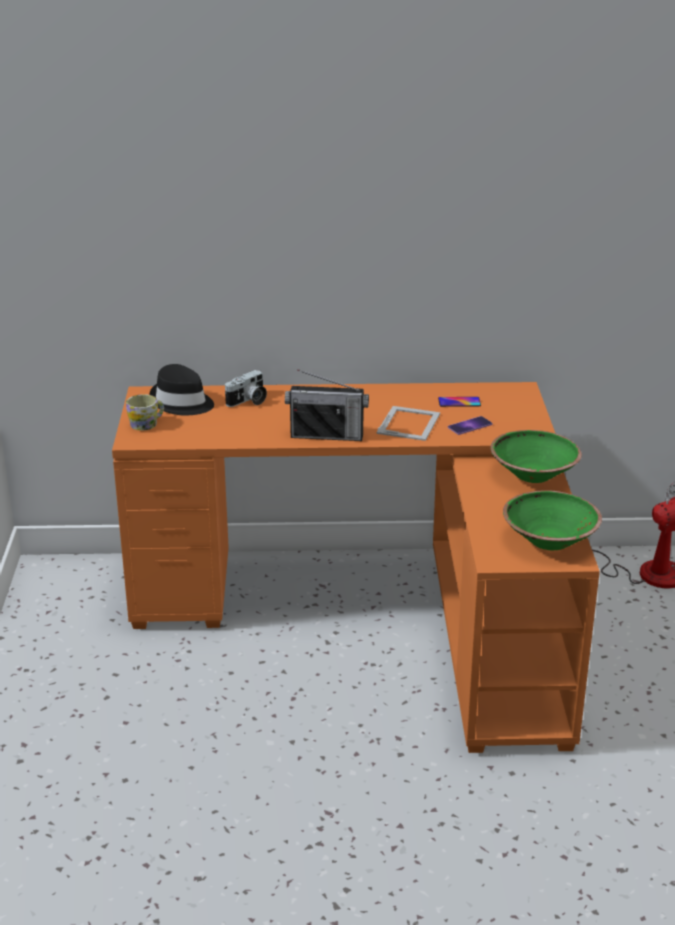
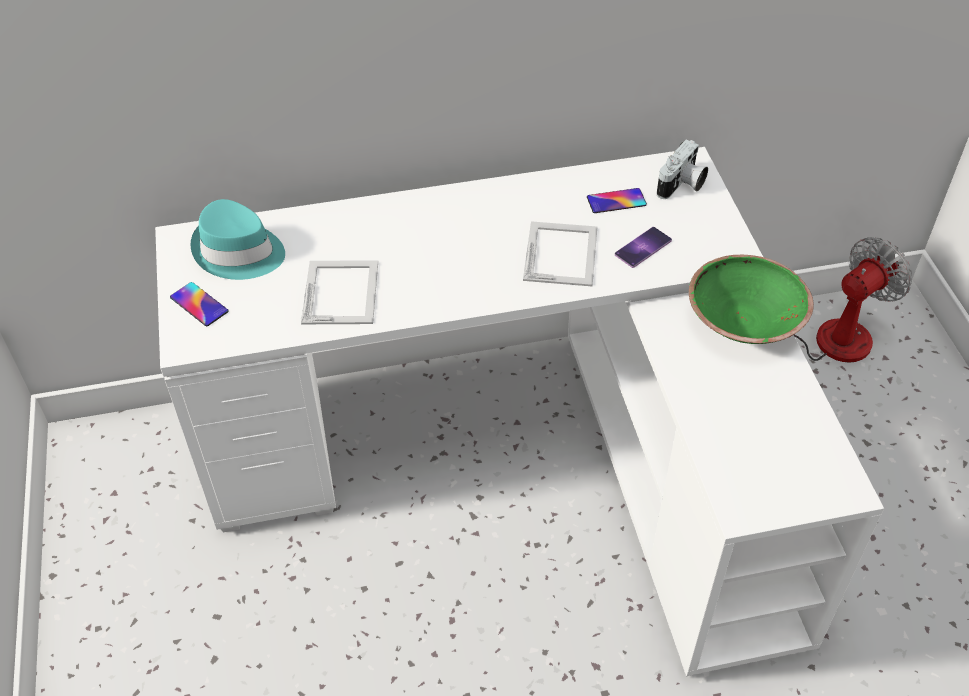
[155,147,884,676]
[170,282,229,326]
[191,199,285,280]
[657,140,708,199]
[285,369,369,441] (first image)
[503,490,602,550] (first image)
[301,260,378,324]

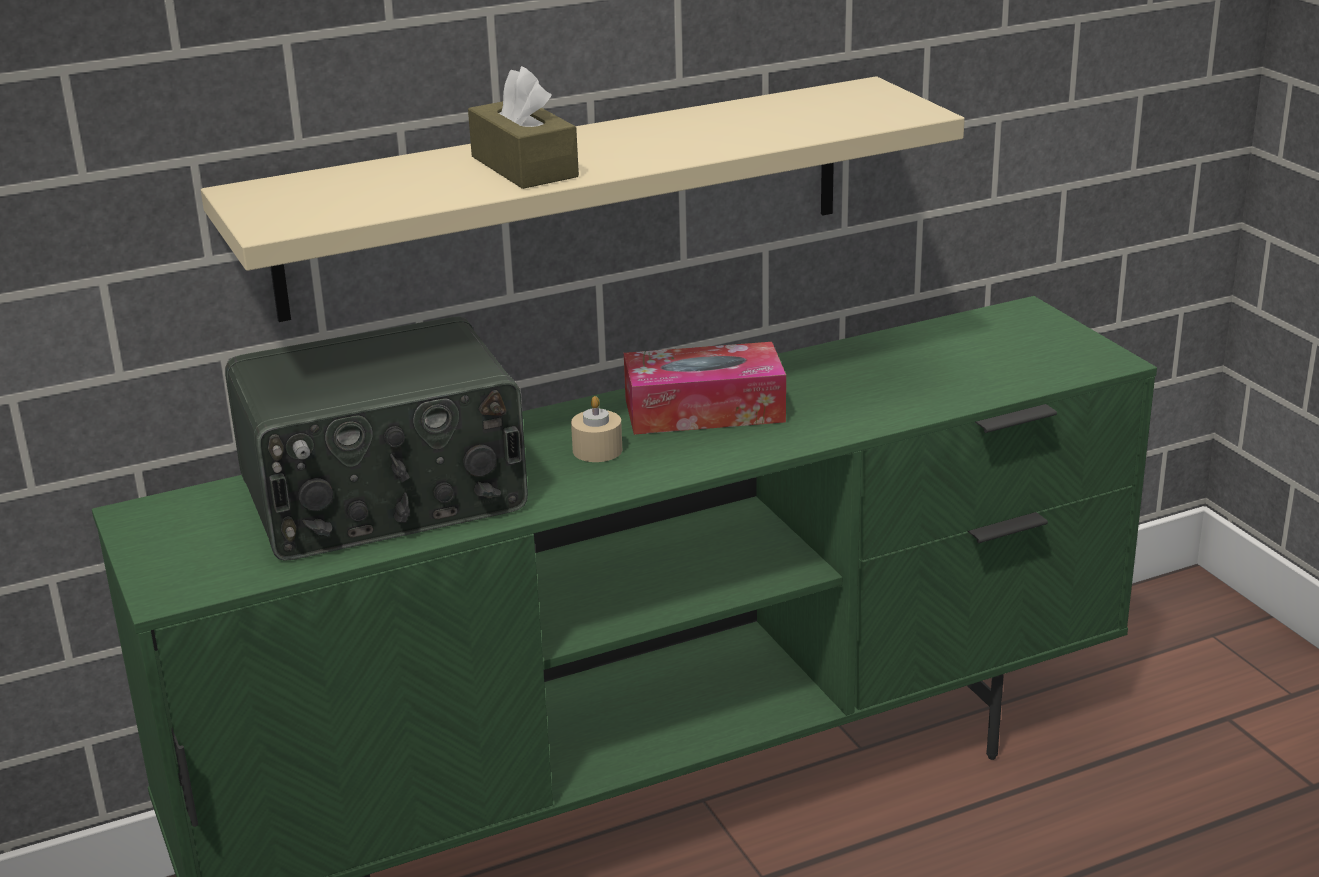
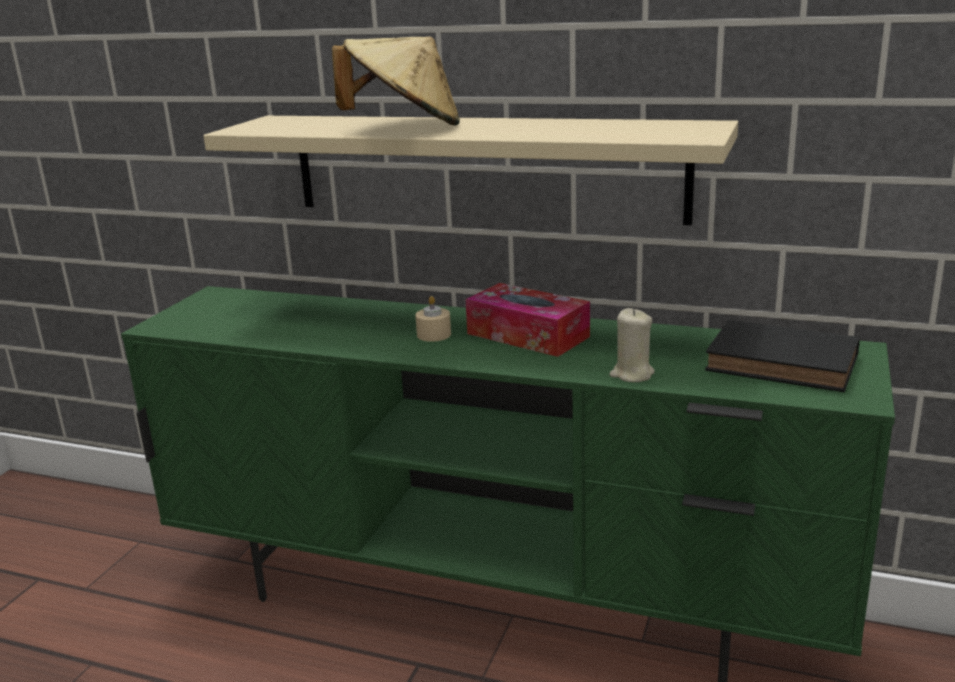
[225,316,528,561] (first image)
[332,36,460,125]
[609,308,655,382]
[705,320,860,392]

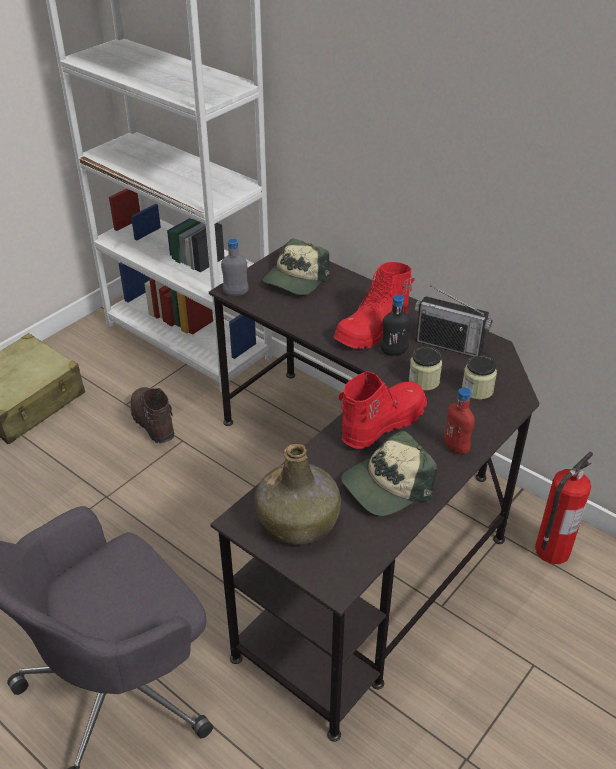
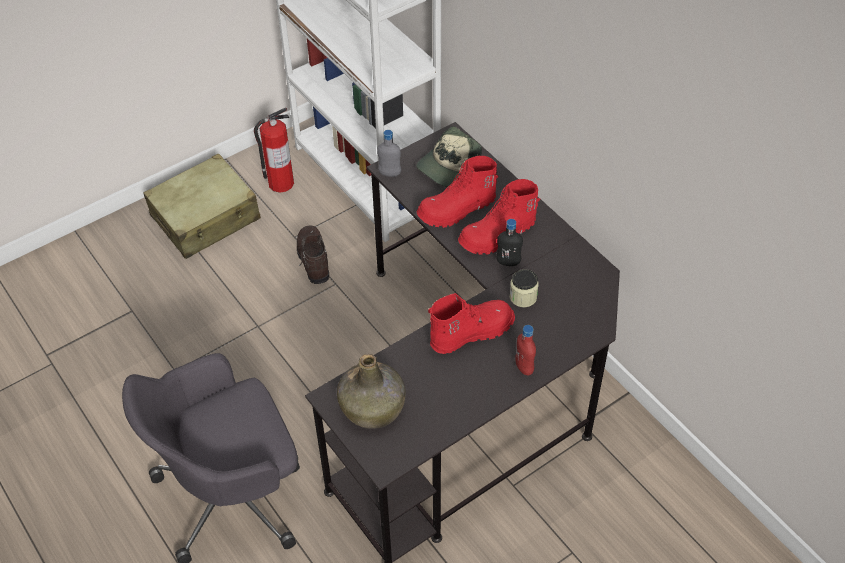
[341,430,437,516] (first image)
[415,285,492,357] (first image)
[462,355,497,400] (first image)
[254,108,294,193]
[416,156,498,228]

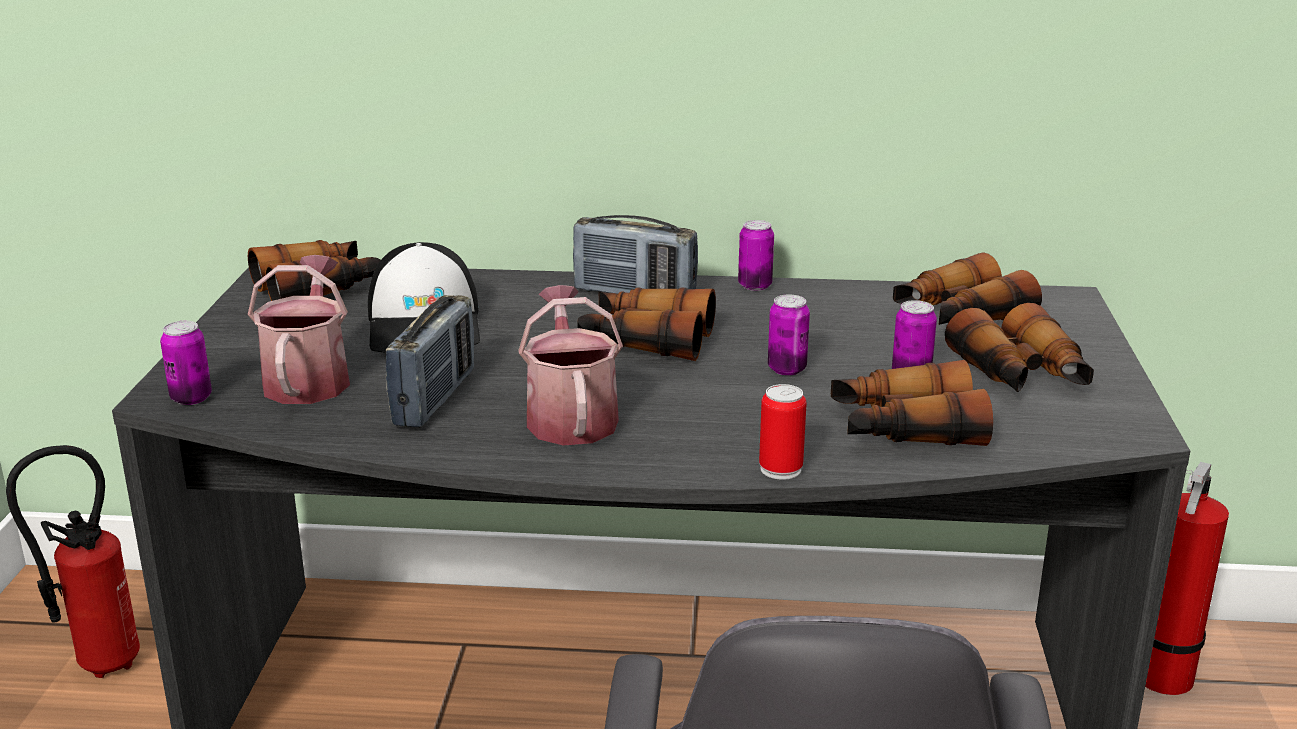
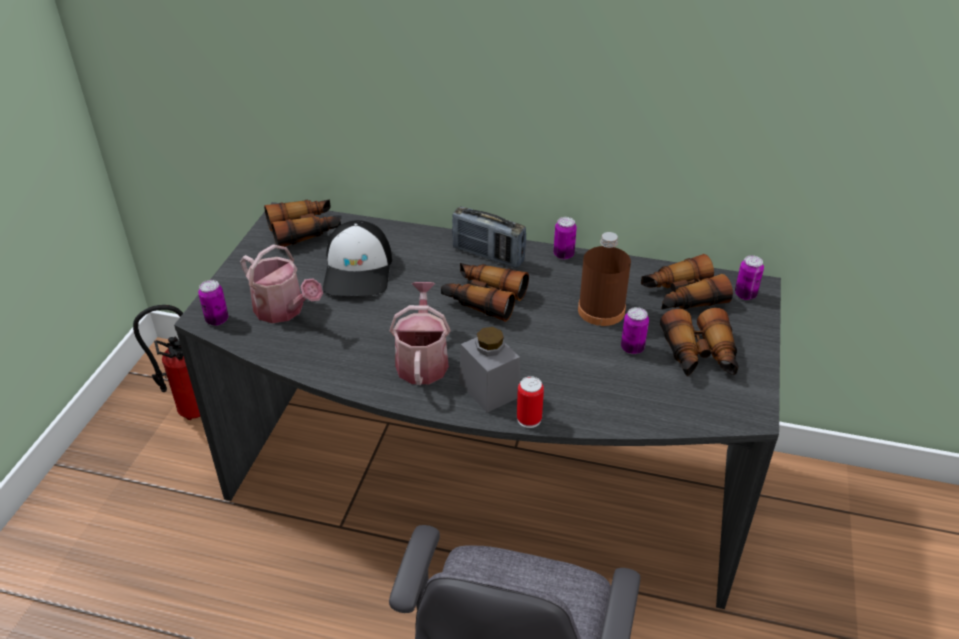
[240,244,323,323]
[386,295,474,427] (first image)
[735,255,764,300]
[831,360,993,446] (first image)
[1145,462,1229,695] (first image)
[459,327,520,413]
[578,232,631,326]

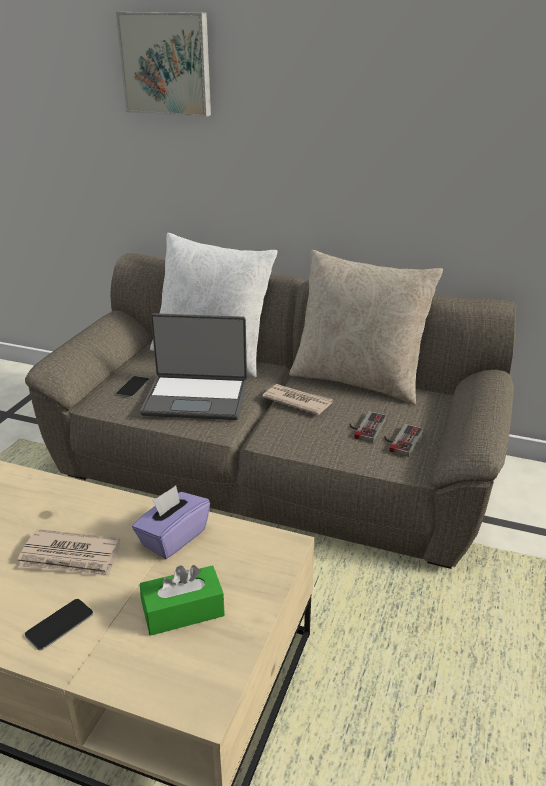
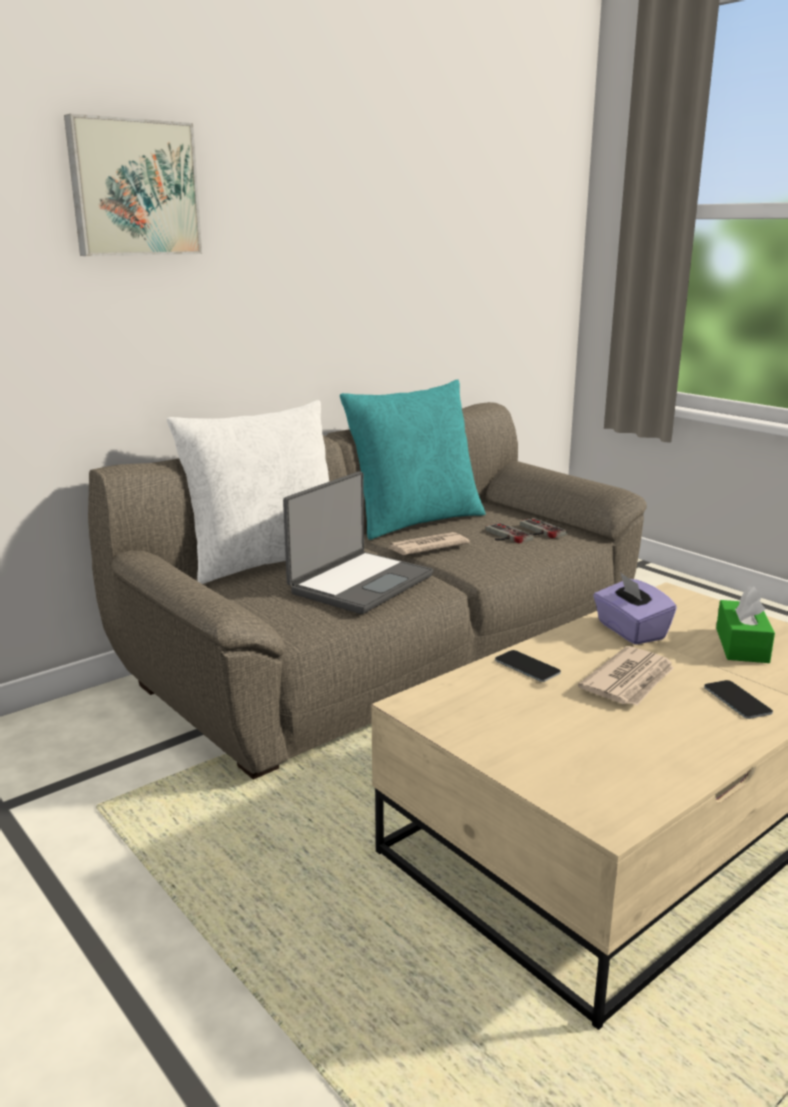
[495,650,561,682]
[340,380,486,540]

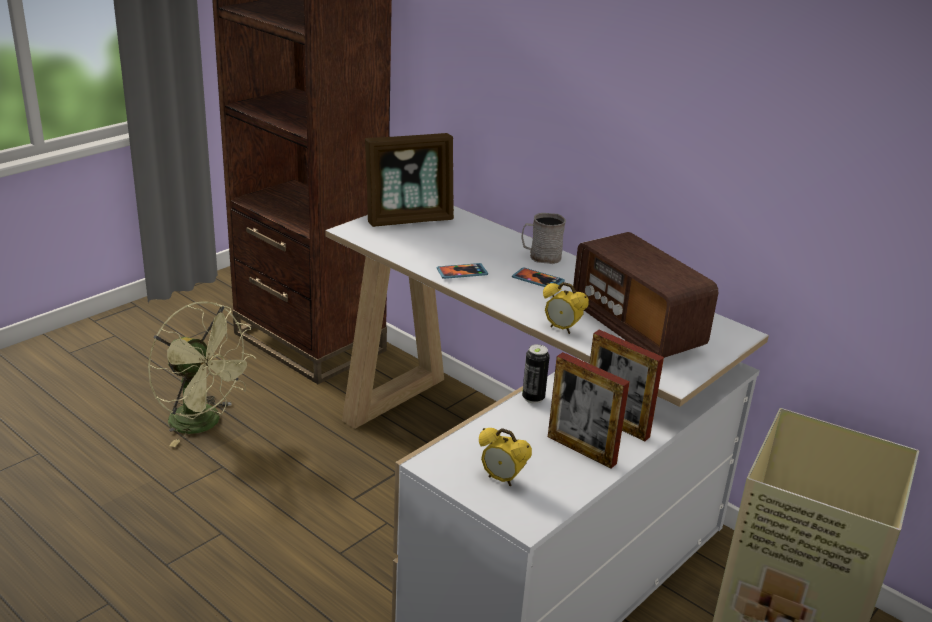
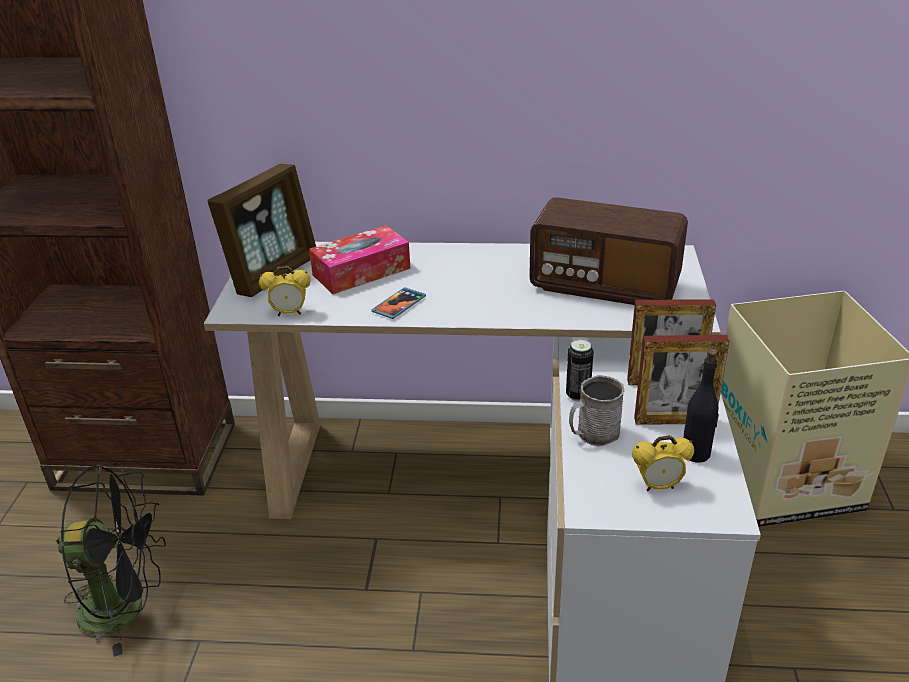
[55,463,166,657]
[512,267,565,287] (first image)
[569,375,624,446]
[259,266,311,316]
[309,225,411,294]
[683,349,719,463]

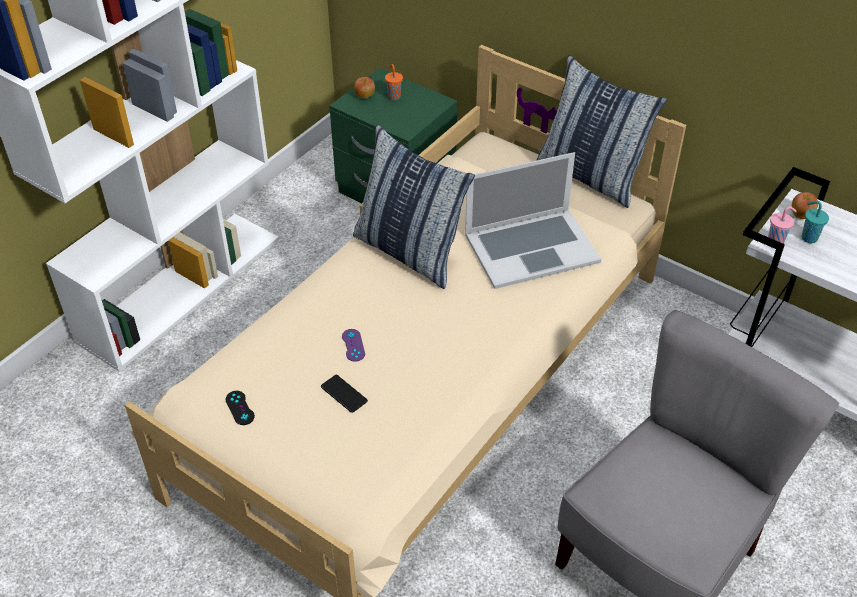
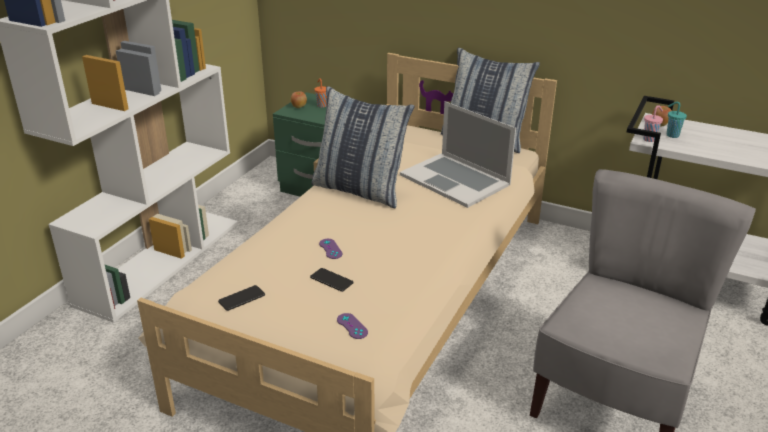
[218,285,265,311]
[400,101,516,208]
[337,313,368,339]

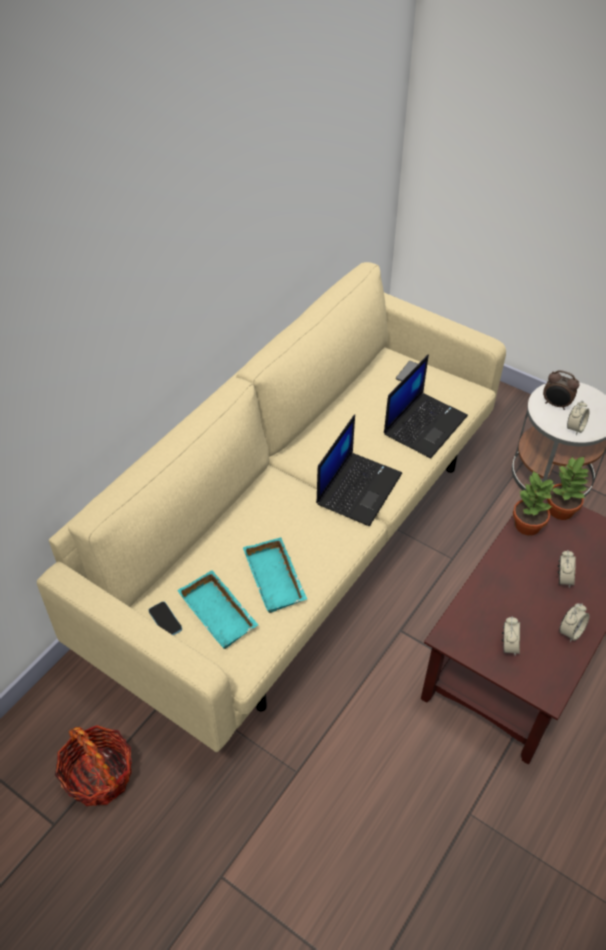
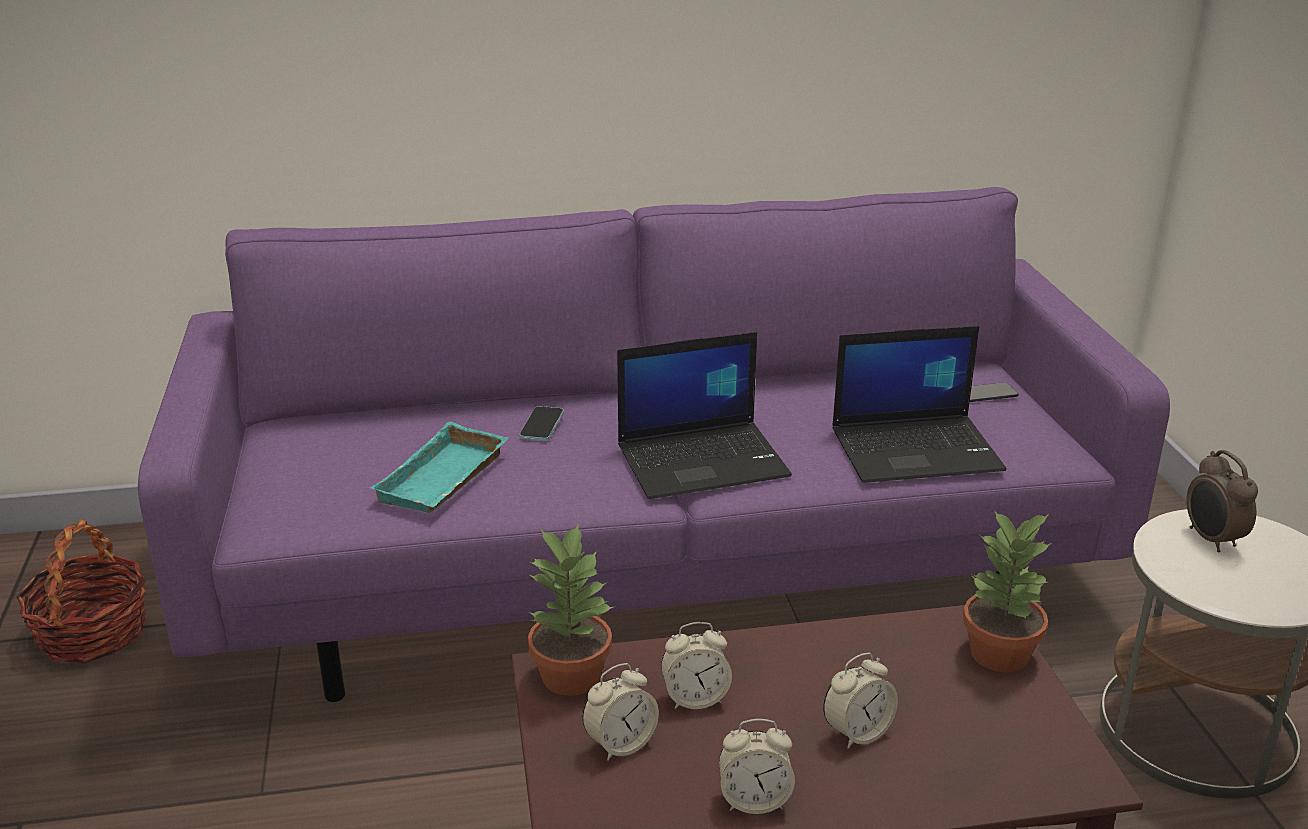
[138,187,1170,702]
[519,406,564,441]
[177,570,259,649] (first image)
[528,523,616,696]
[661,622,732,709]

